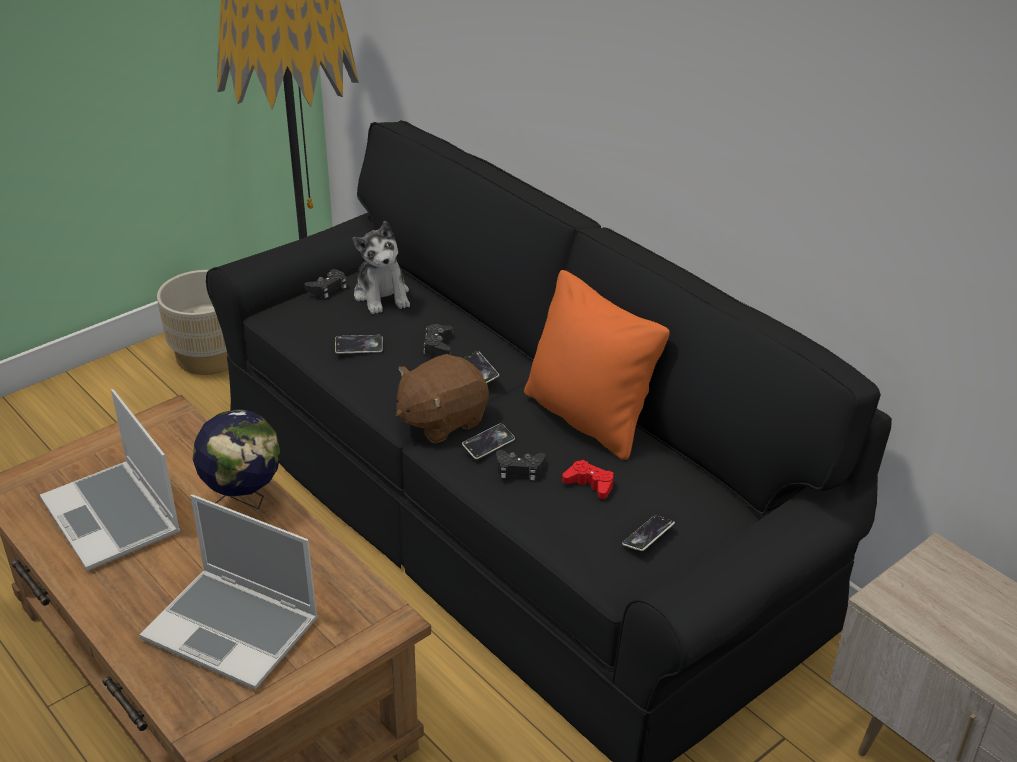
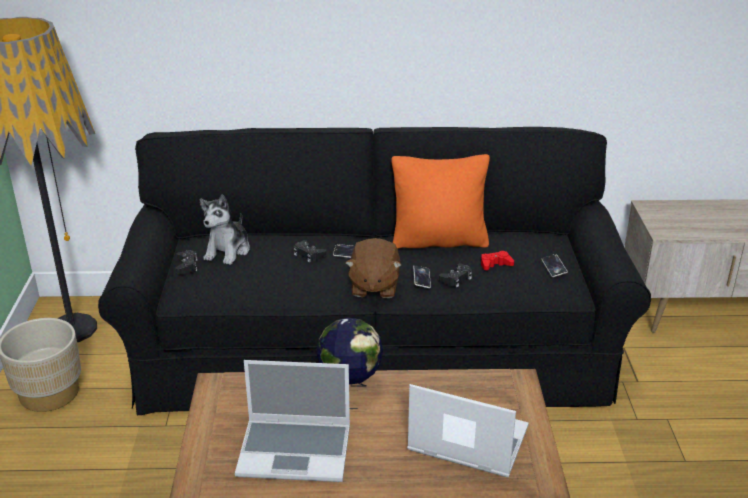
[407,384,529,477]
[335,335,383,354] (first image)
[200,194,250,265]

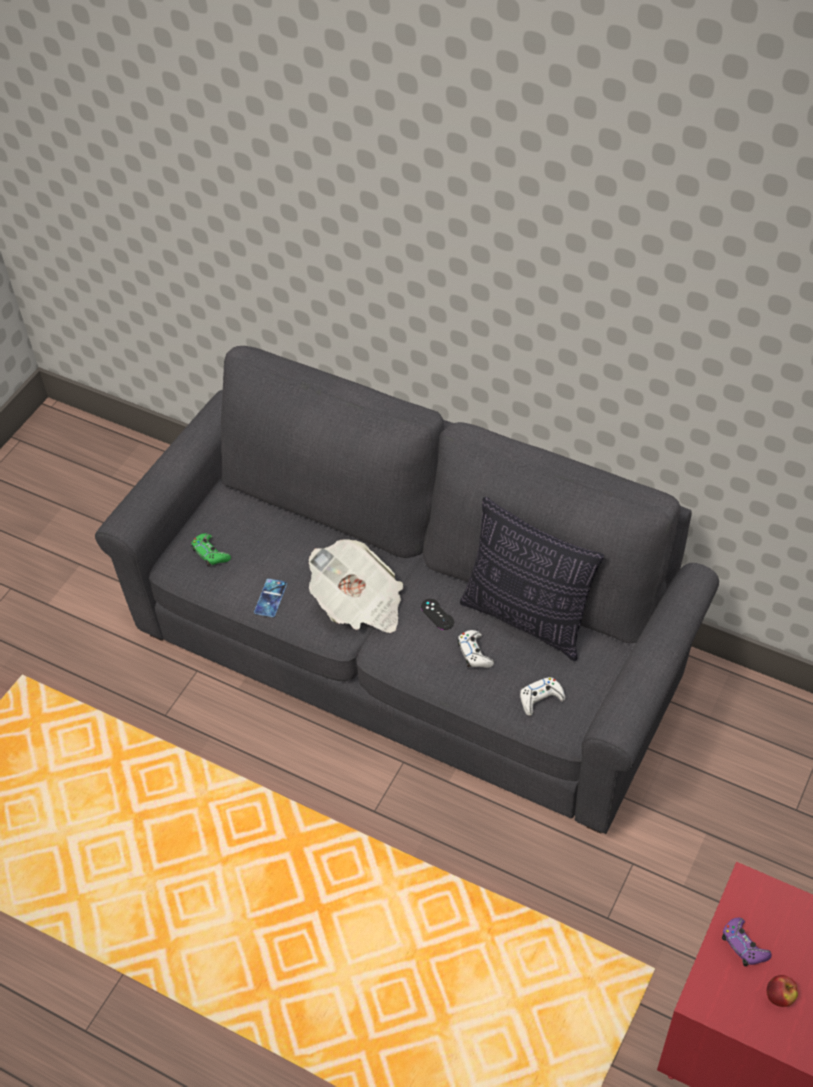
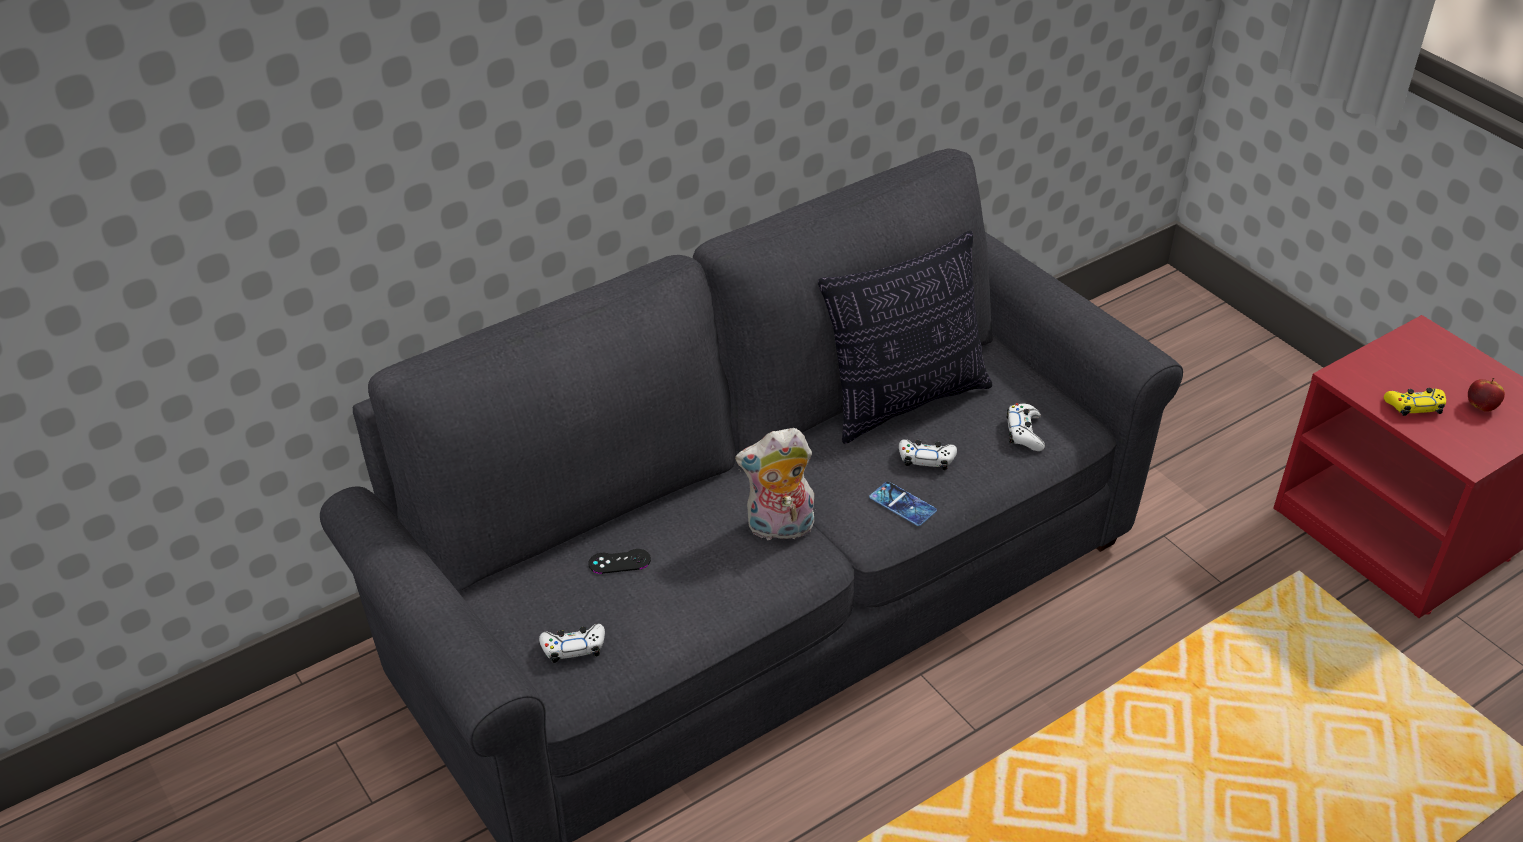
[539,624,605,663]
[869,481,937,526]
[735,428,814,540]
[588,549,651,574]
[1384,388,1446,416]

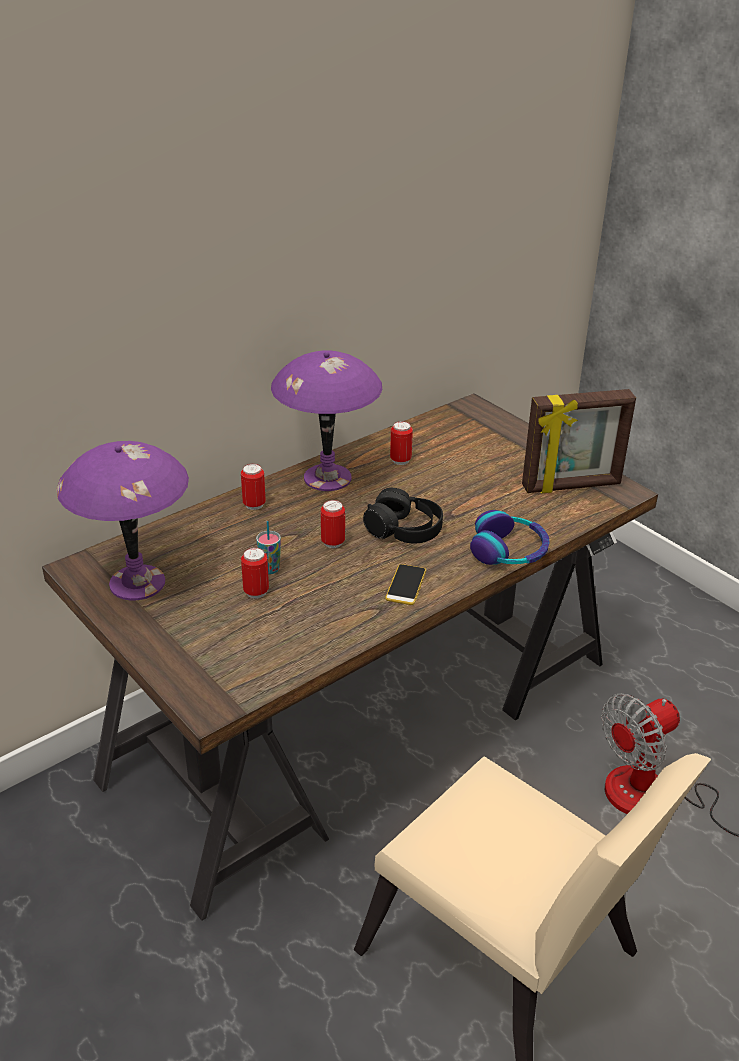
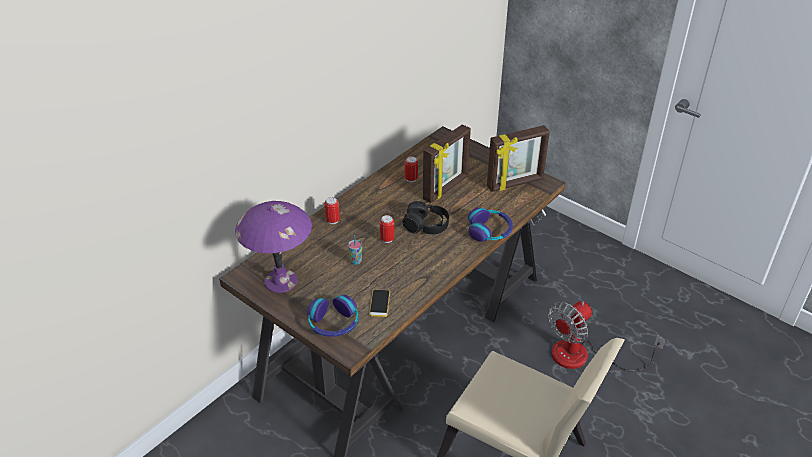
[241,547,269,598] (first image)
[271,350,382,491] (first image)
[369,289,390,317]
[307,295,359,337]
[423,124,471,203]

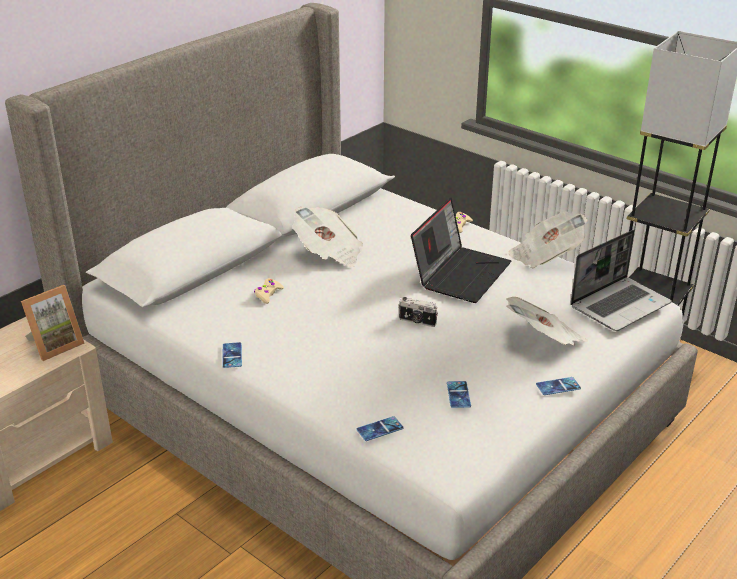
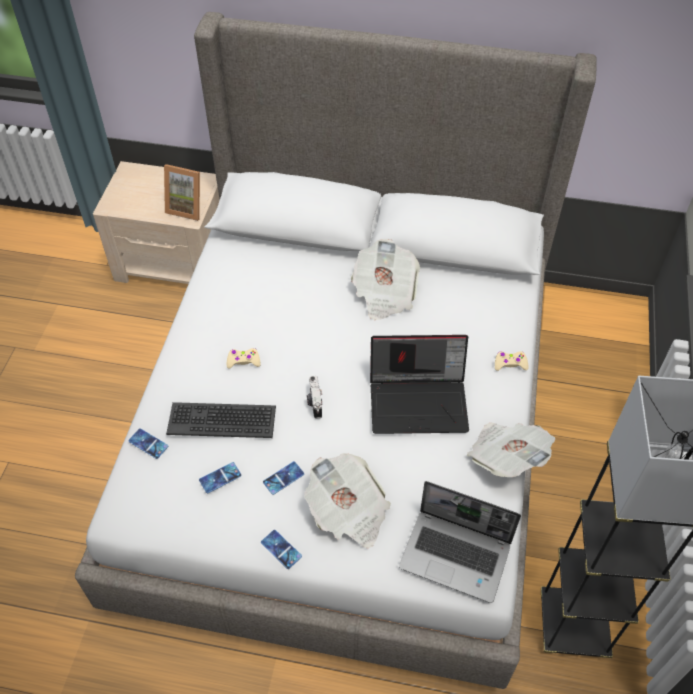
[263,461,304,495]
[227,348,260,369]
[166,402,276,438]

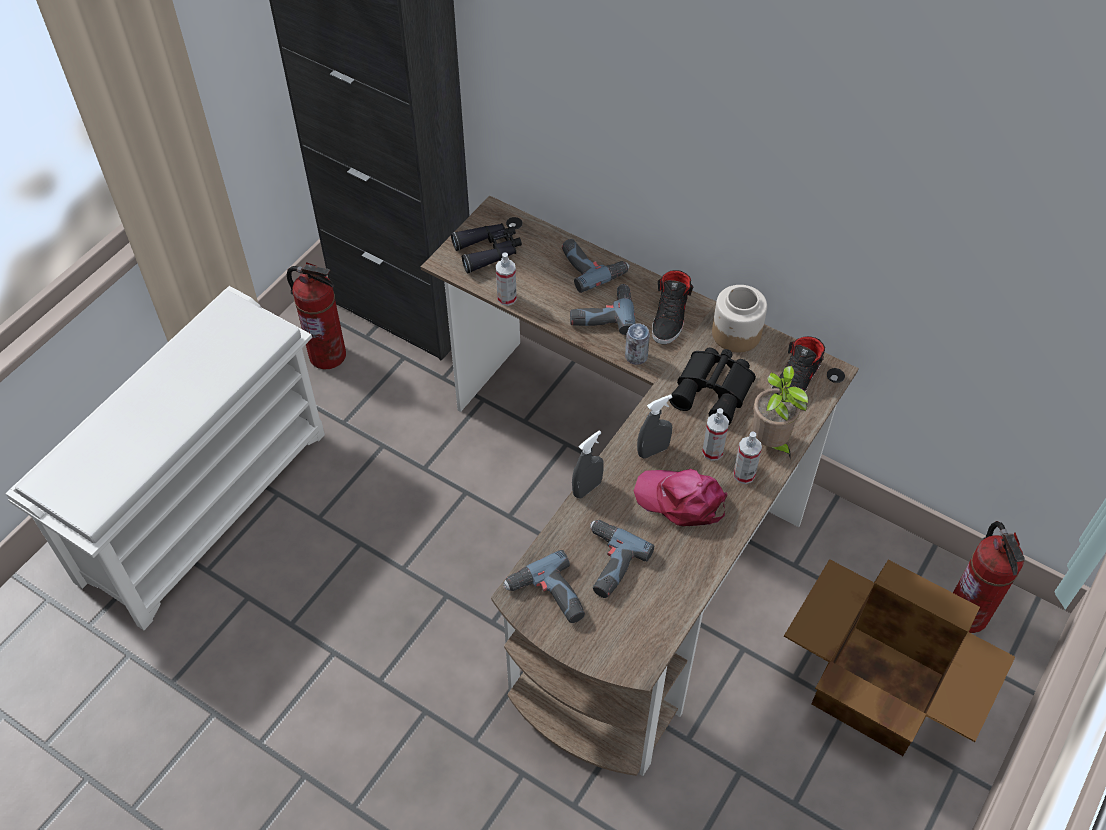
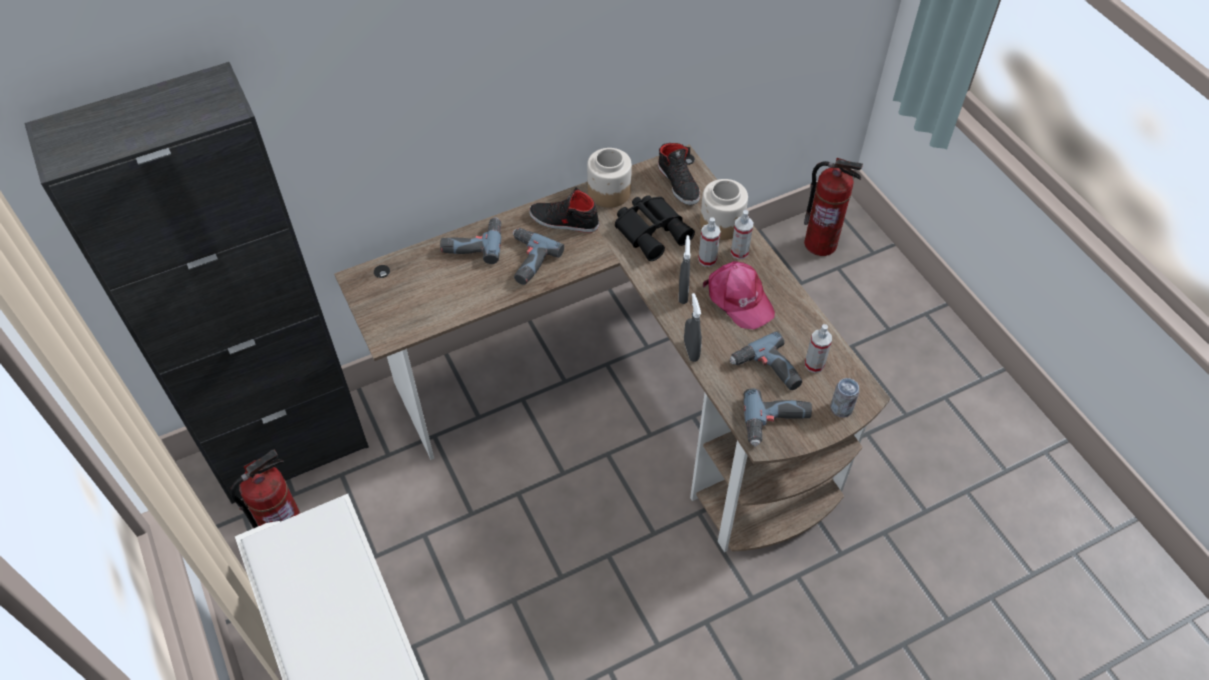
[451,223,522,273] (first image)
[805,324,832,373]
[830,378,859,417]
[703,261,775,329]
[529,187,599,233]
[700,179,748,240]
[784,559,1015,756] (first image)

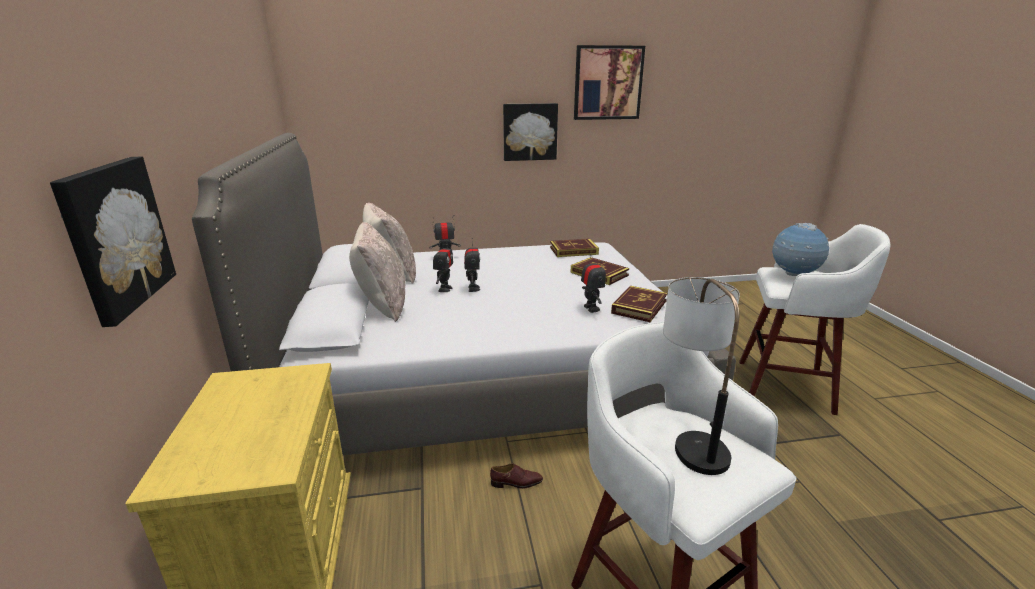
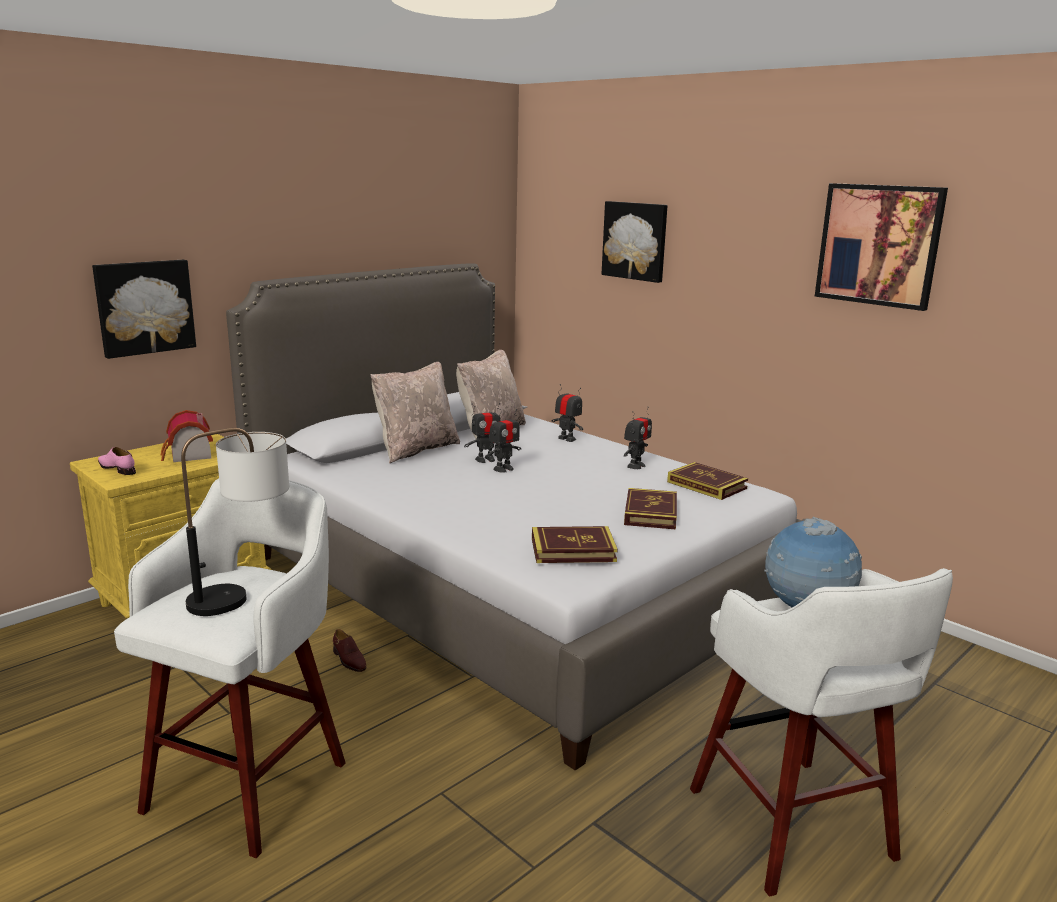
[602,201,667,283]
[624,407,652,469]
[98,447,136,475]
[161,410,213,462]

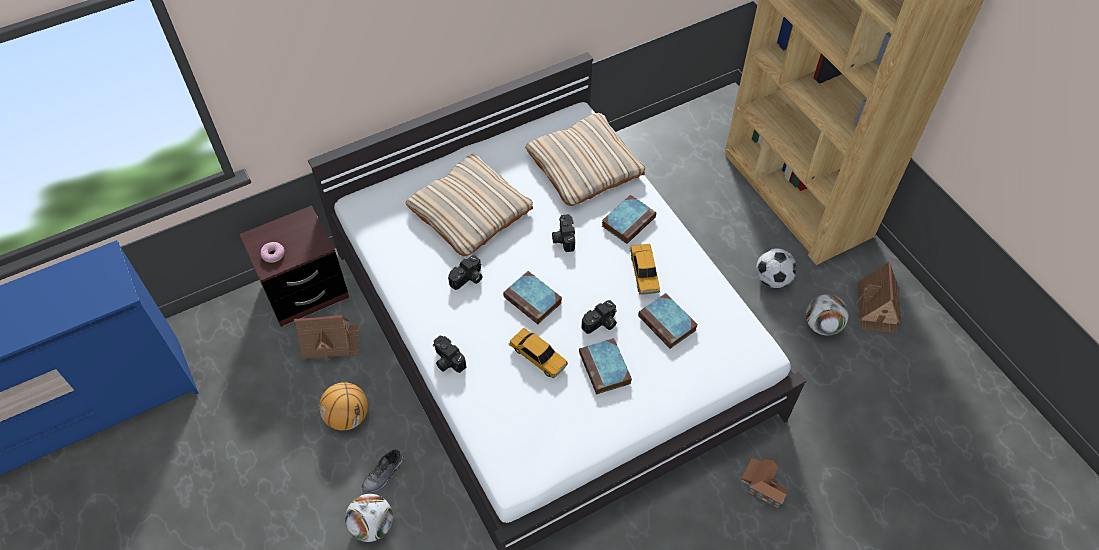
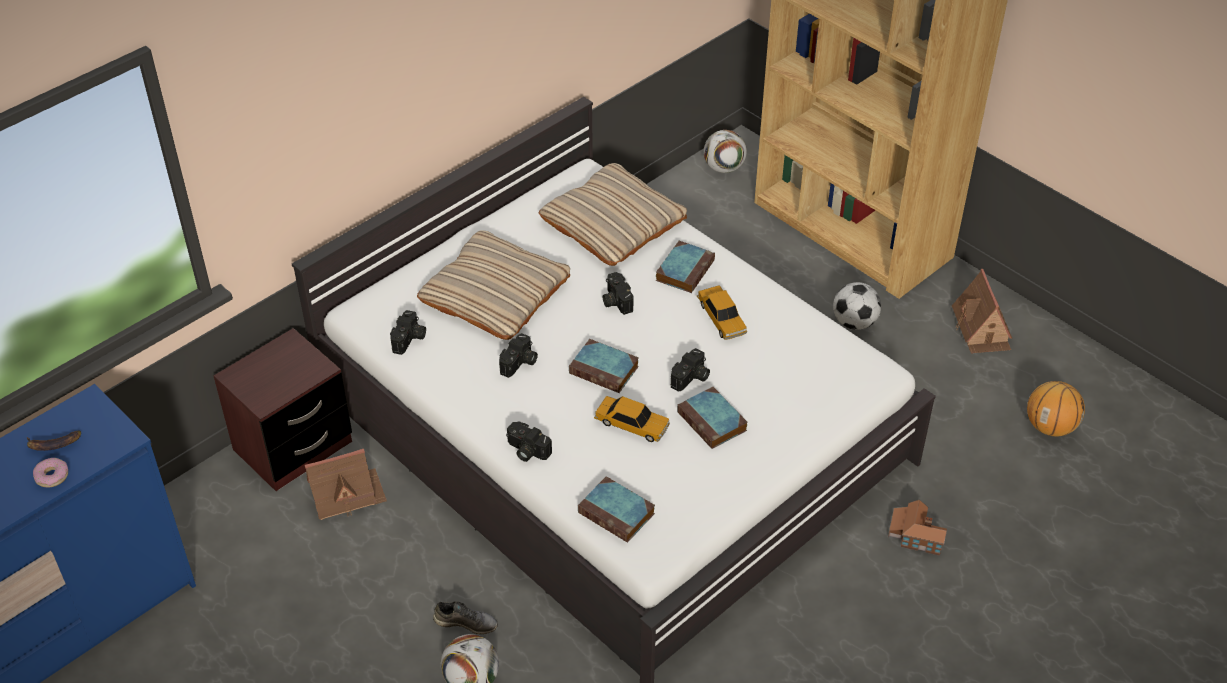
[33,458,68,488]
[1027,381,1085,436]
[433,601,498,634]
[578,476,655,543]
[704,130,747,173]
[27,430,81,451]
[390,310,426,355]

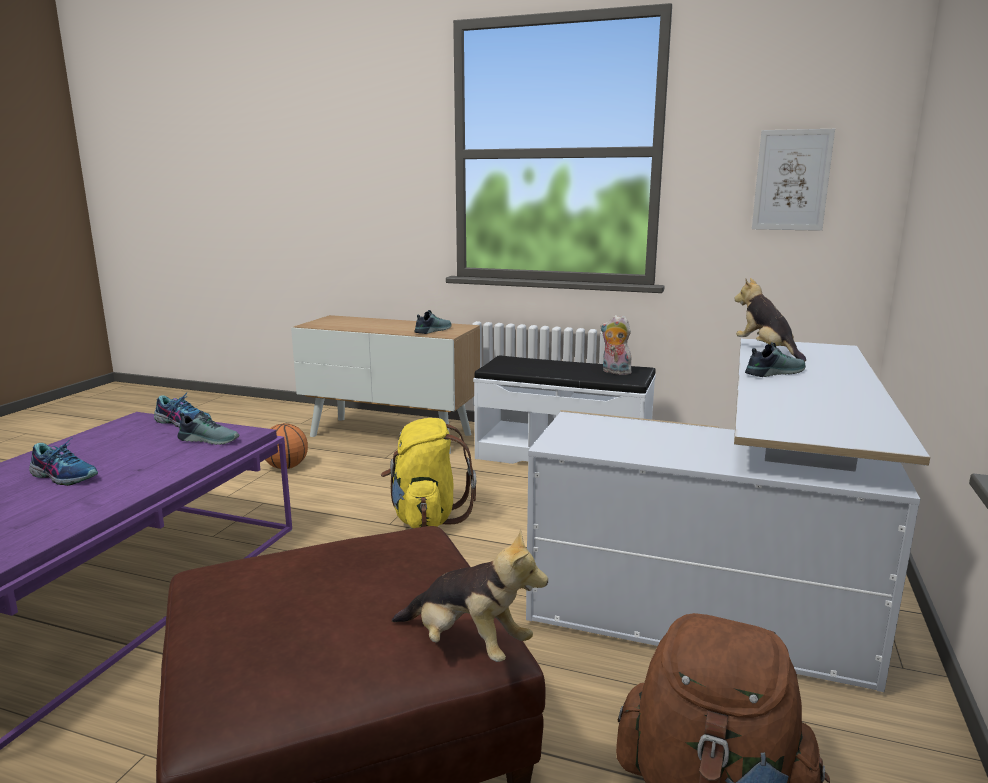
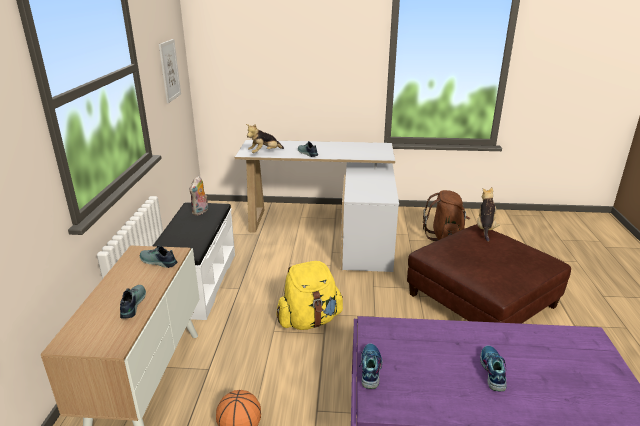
[120,285,146,319]

